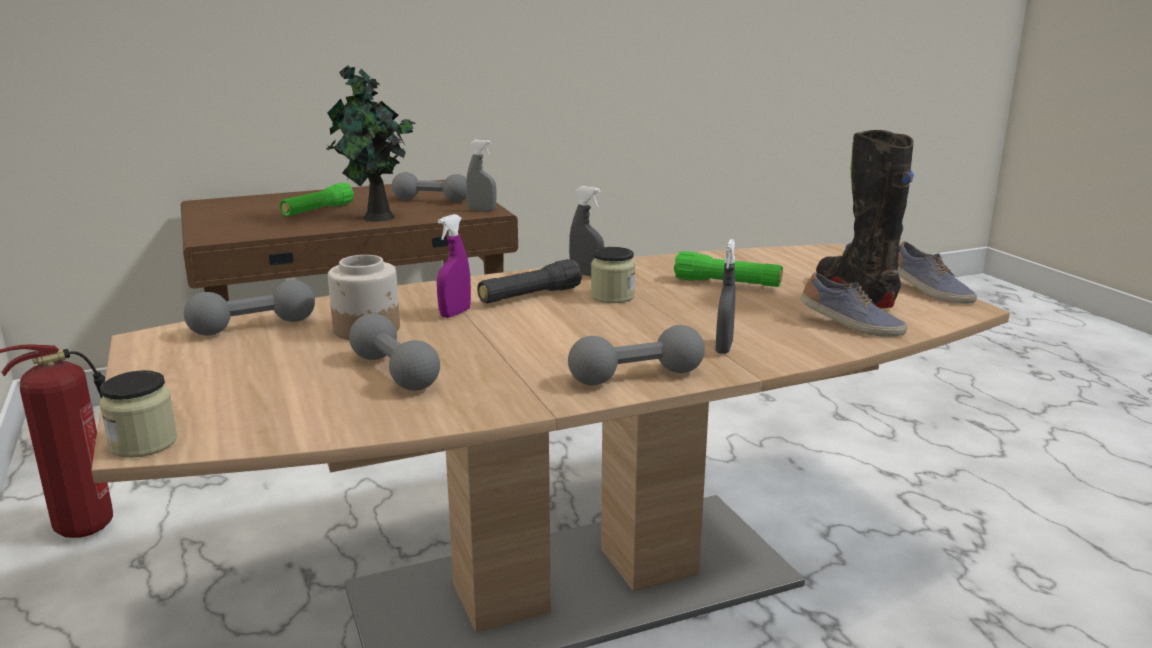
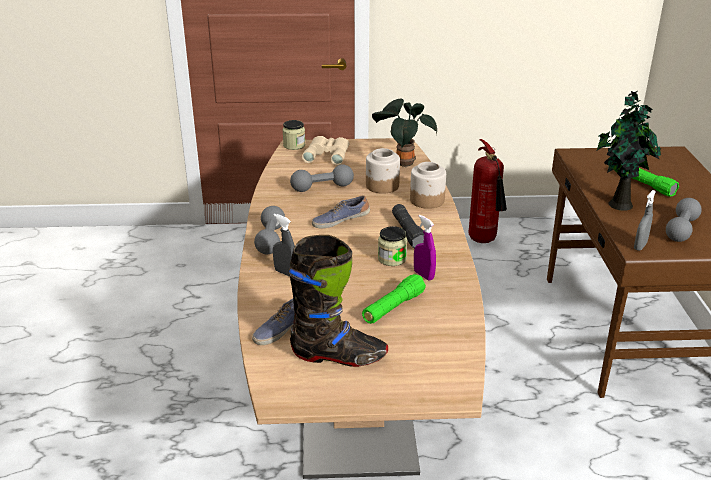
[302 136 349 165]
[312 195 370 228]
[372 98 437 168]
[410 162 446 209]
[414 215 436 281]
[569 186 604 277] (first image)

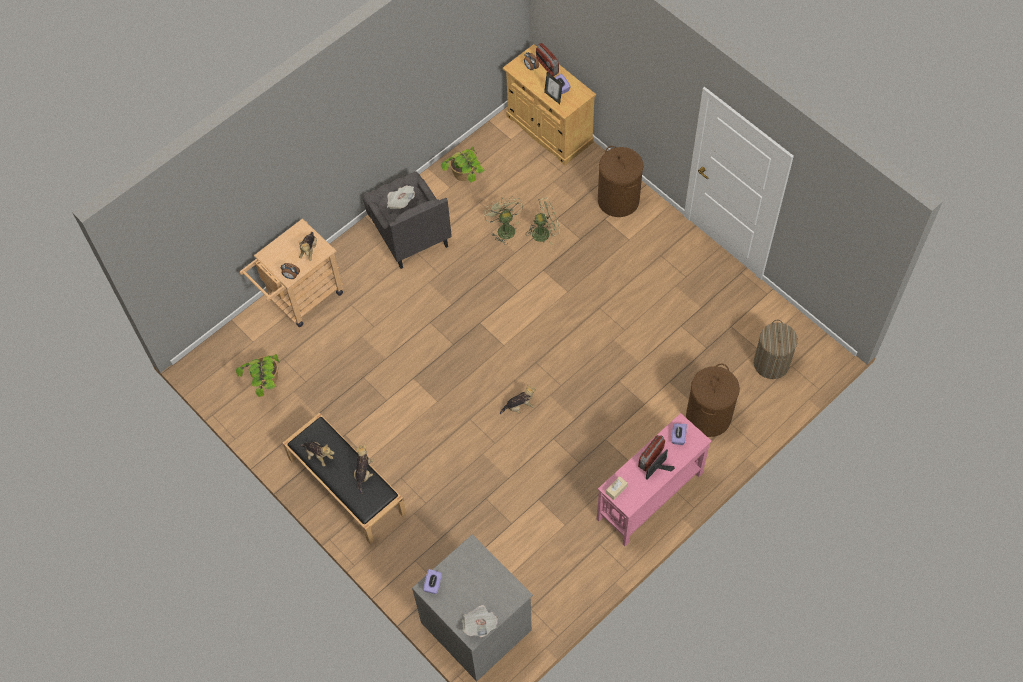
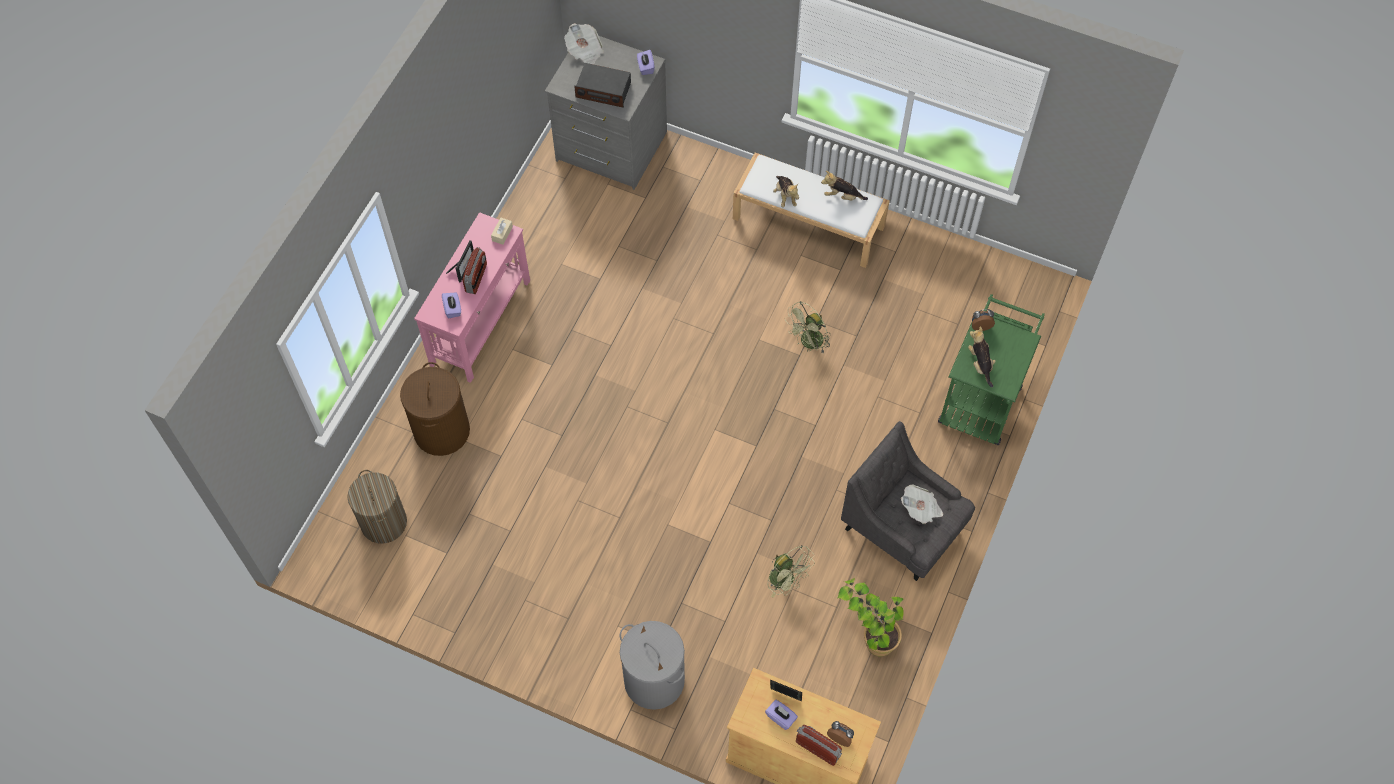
[574 63 631 108]
[620 621 685 710]
[733 152 890 268]
[785 301 830 354]
[938 294 1045 445]
[236 354 280 397] (first image)
[500 385 536 414] (first image)

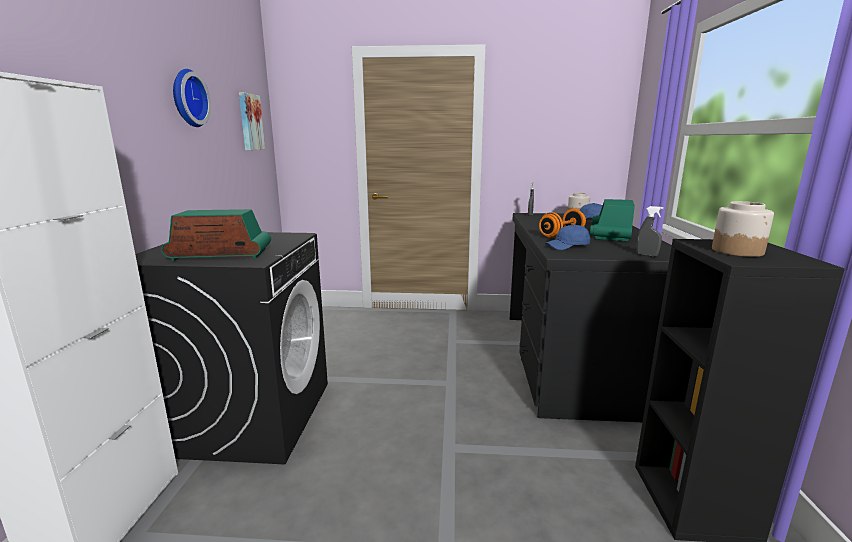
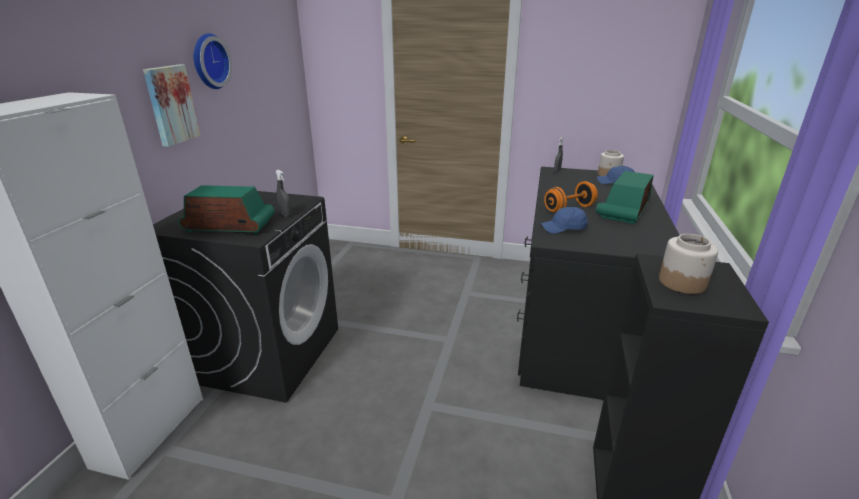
[143 65 200 147]
[275 170 291 217]

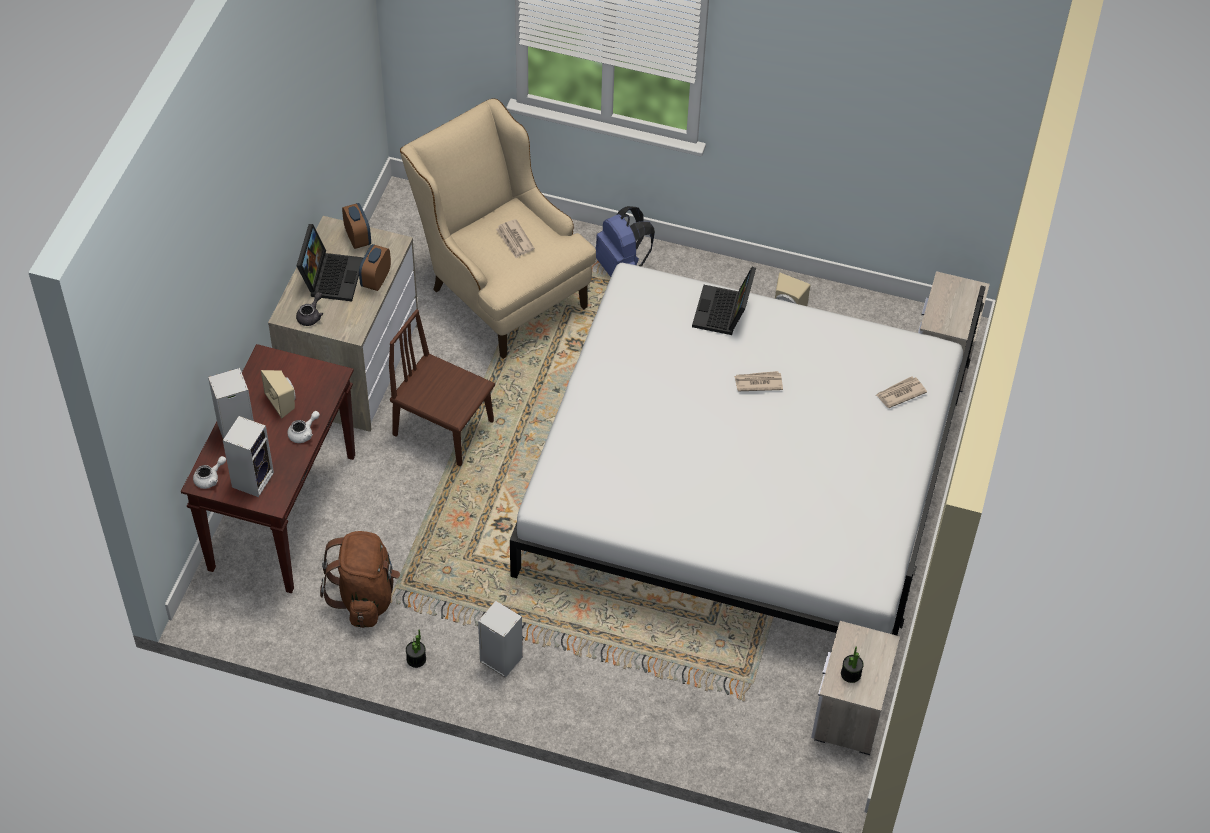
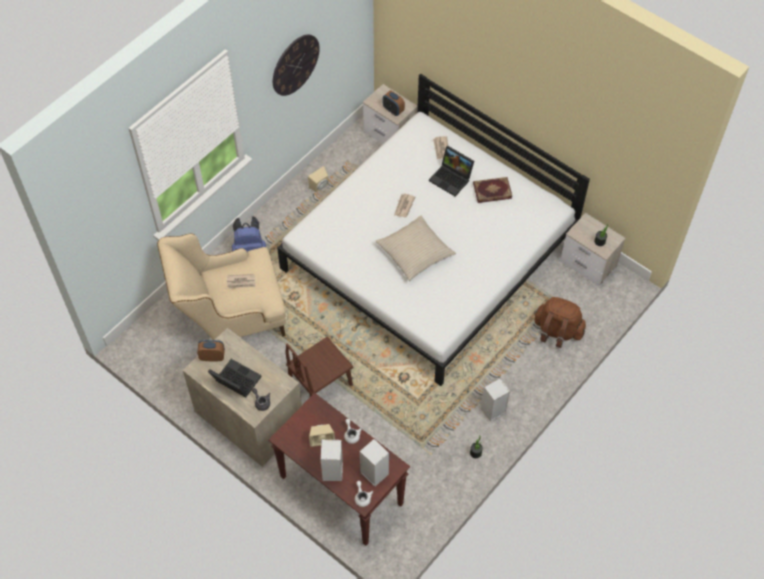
[273 35 320 96]
[376 215 456 281]
[383 91 405 116]
[429 146 474 196]
[473 177 512 203]
[534 297 586 348]

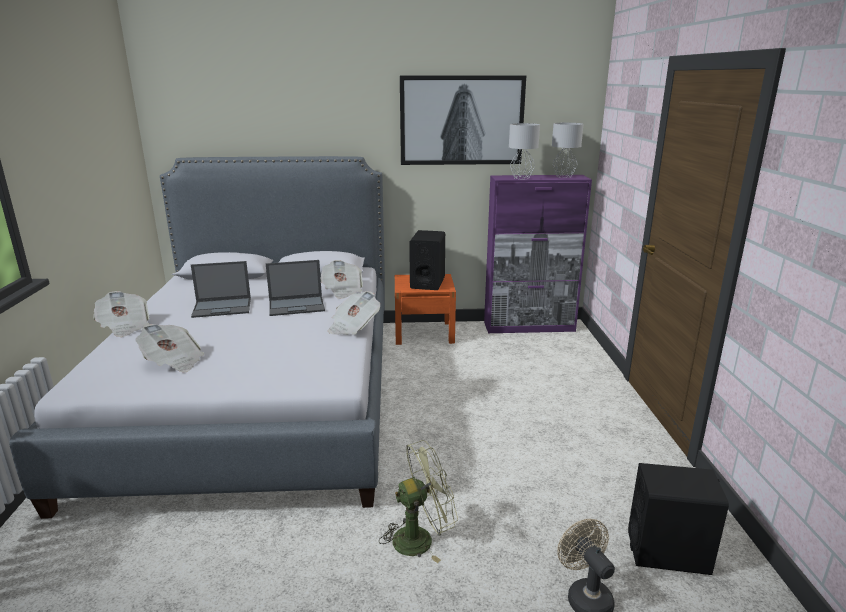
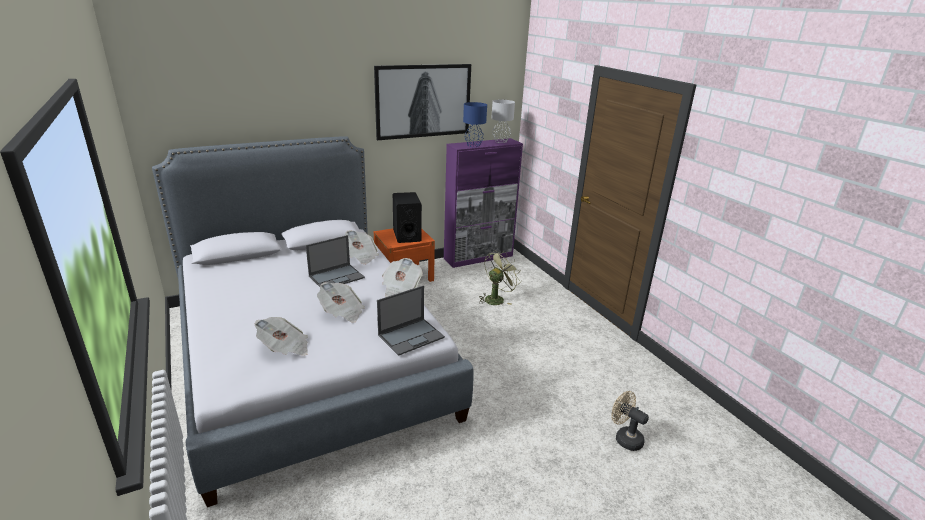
[317 282 365 323]
[377 285 445 356]
[463 102 487 147]
[479 251 521 305]
[628 463 729 575] (first image)

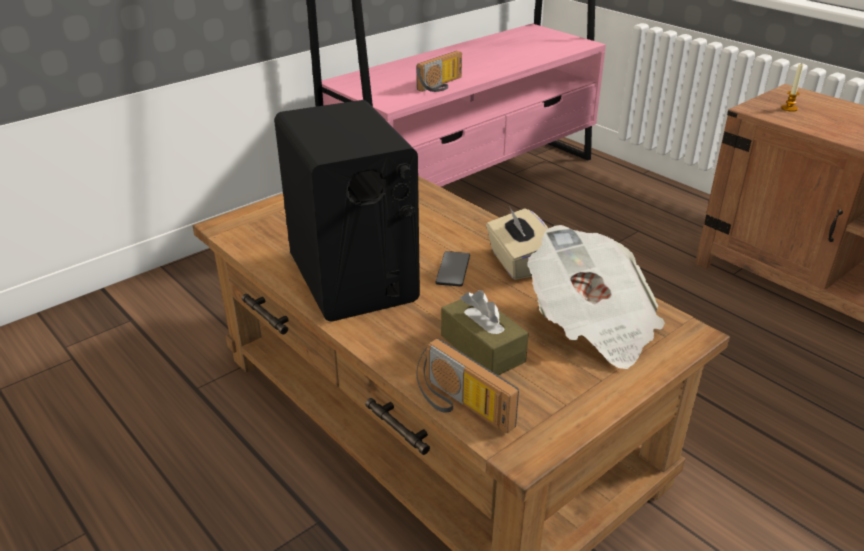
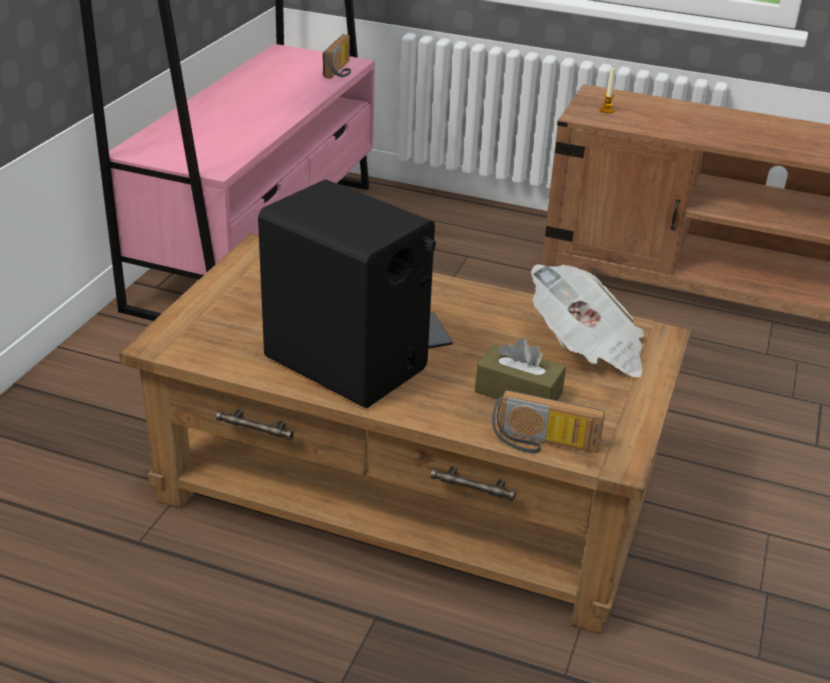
[323 34 351 79]
[486 206 548 280] (first image)

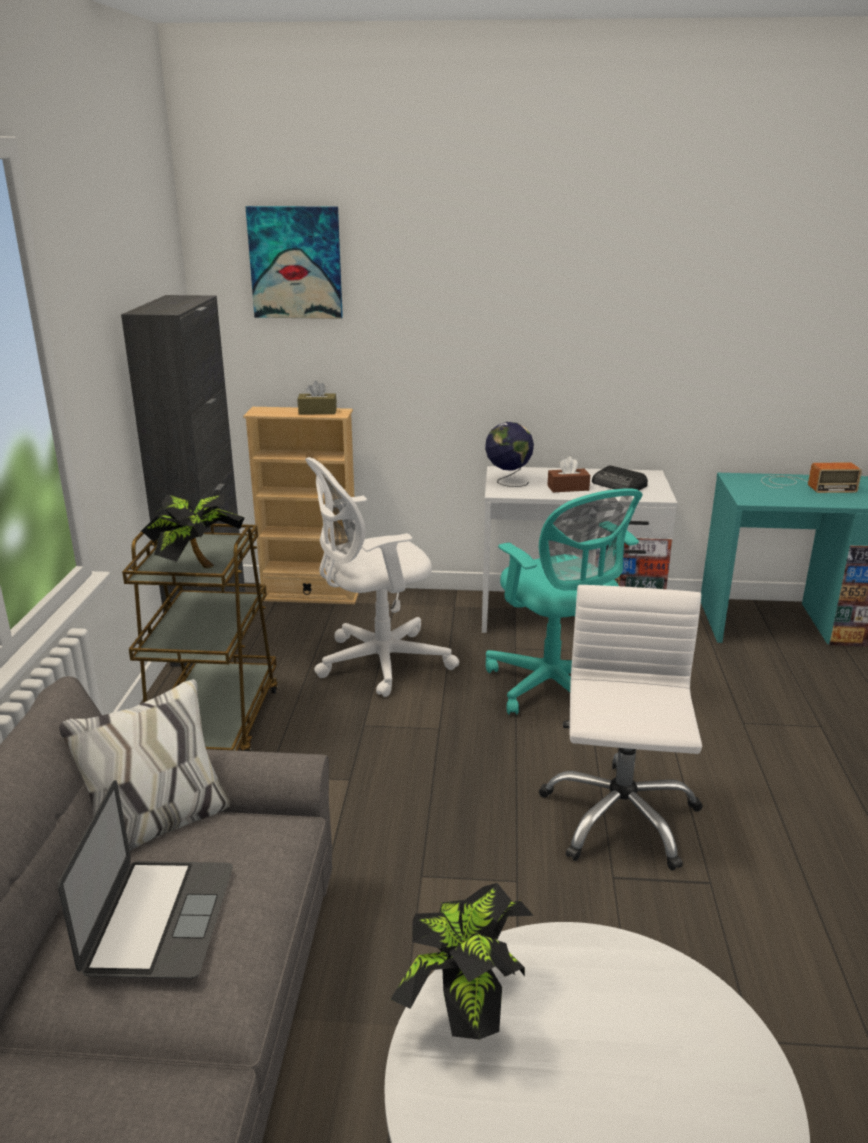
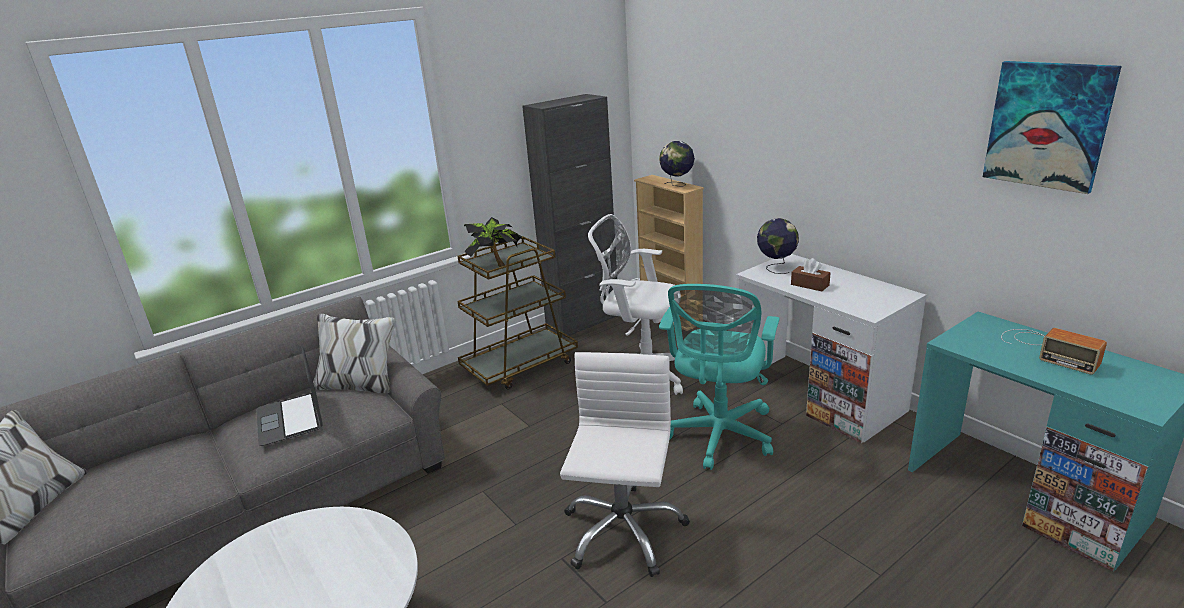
[256 346 323 446]
[560 352 690 577]
[659 141 695 187]
[983 61 1122 194]
[390 883 534 1040] (first image)
[592 466 648 490] (first image)

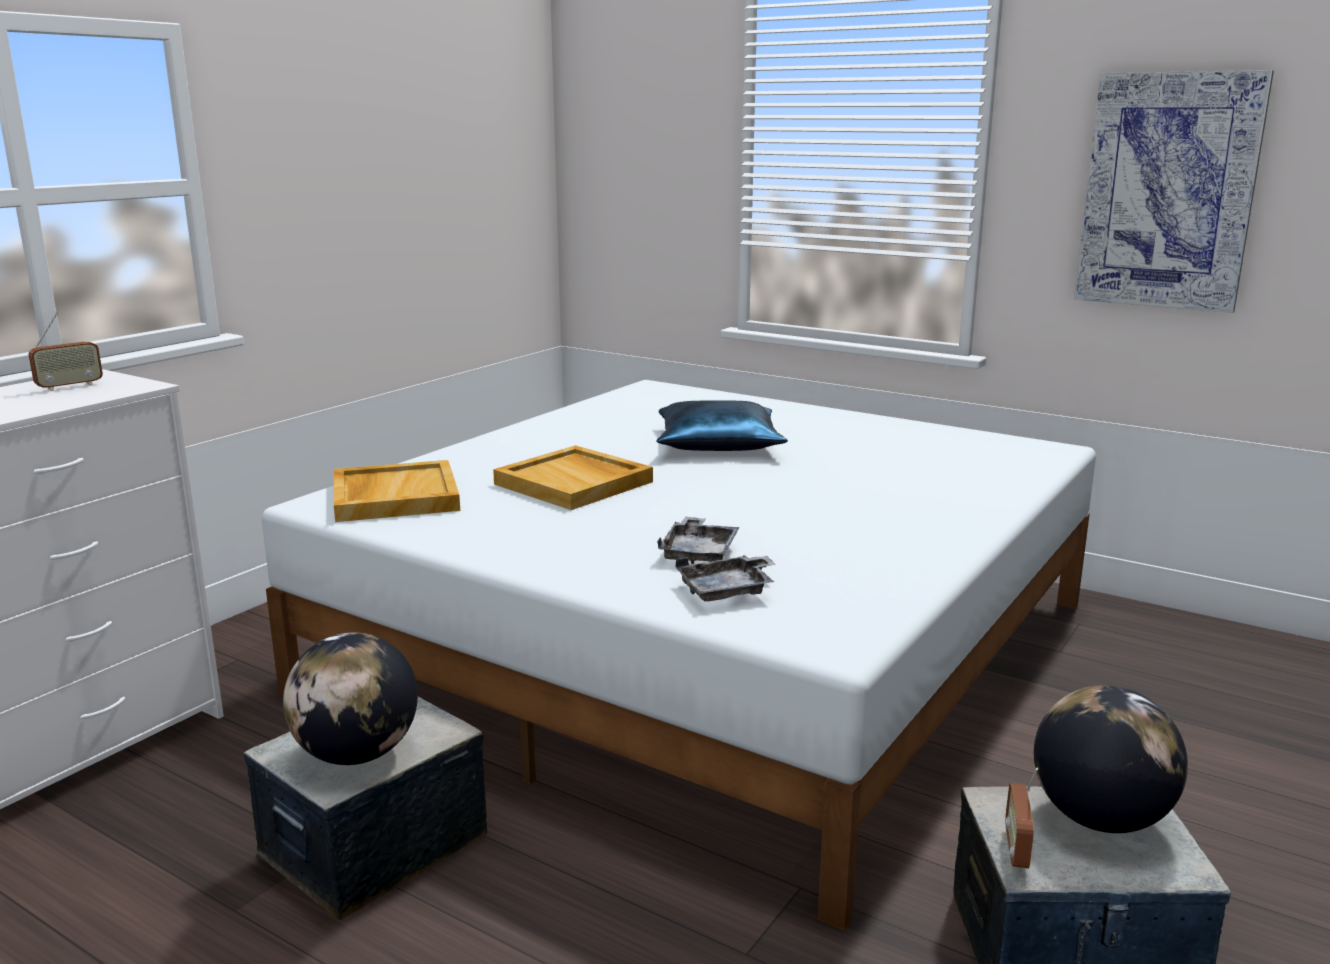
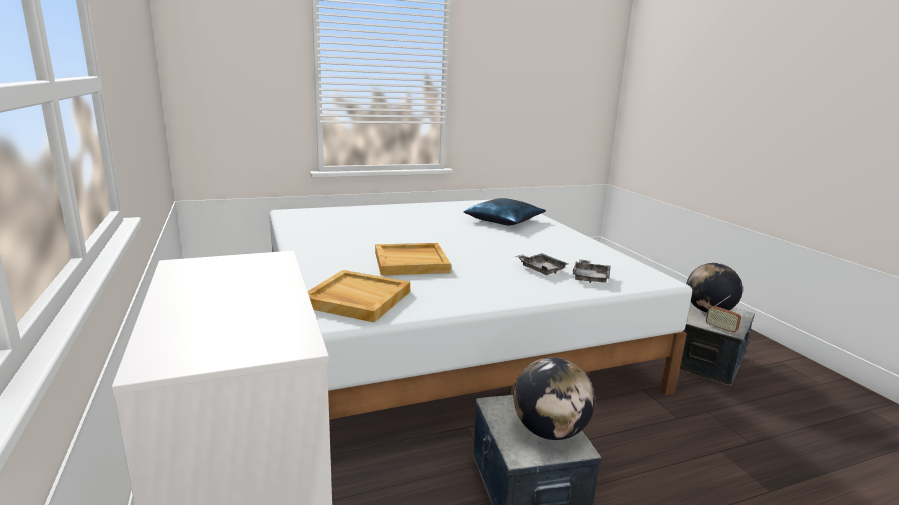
[463 198 546 225]
[28 312 103 391] (first image)
[1074 70 1274 313] (first image)

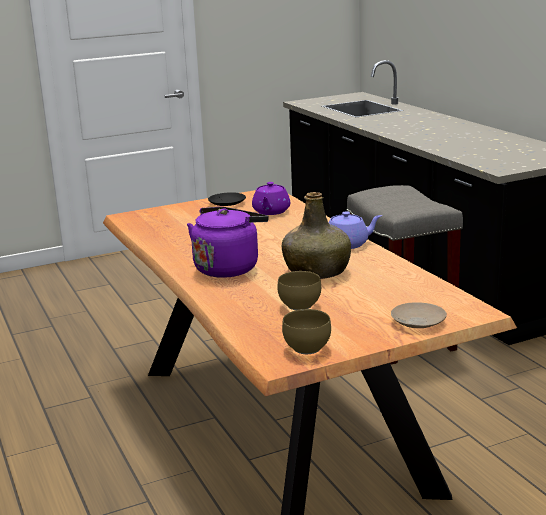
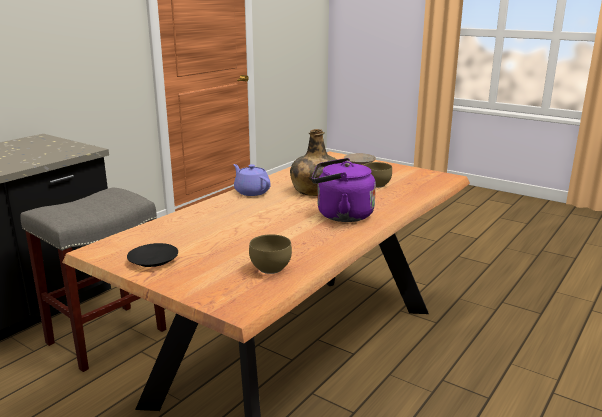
[249 234 292 274]
[252 182 290 215] (first image)

